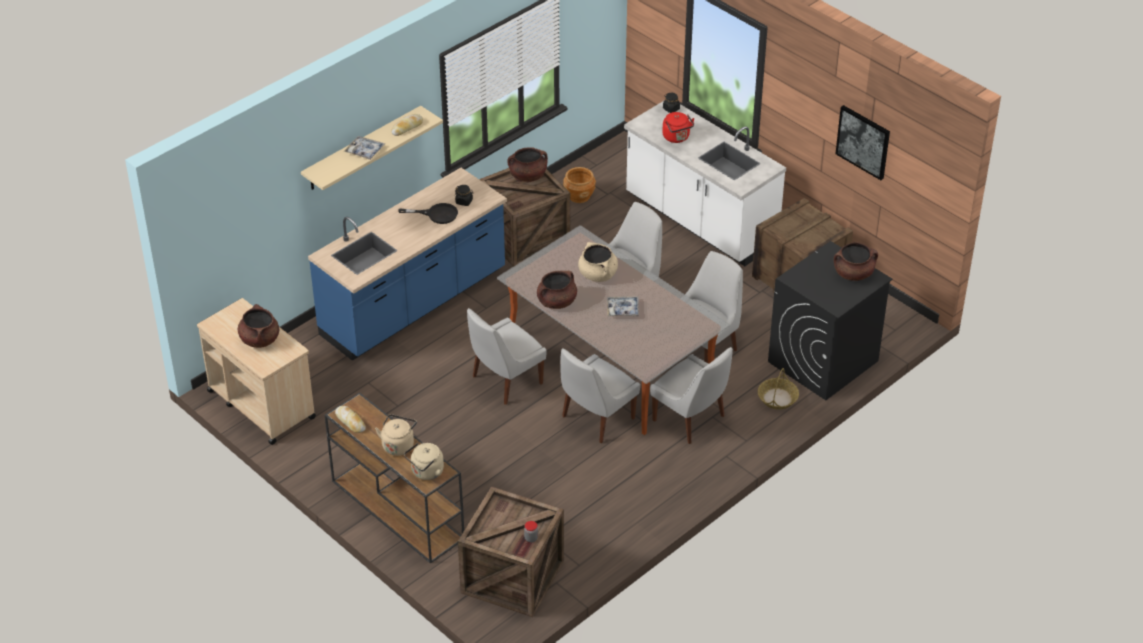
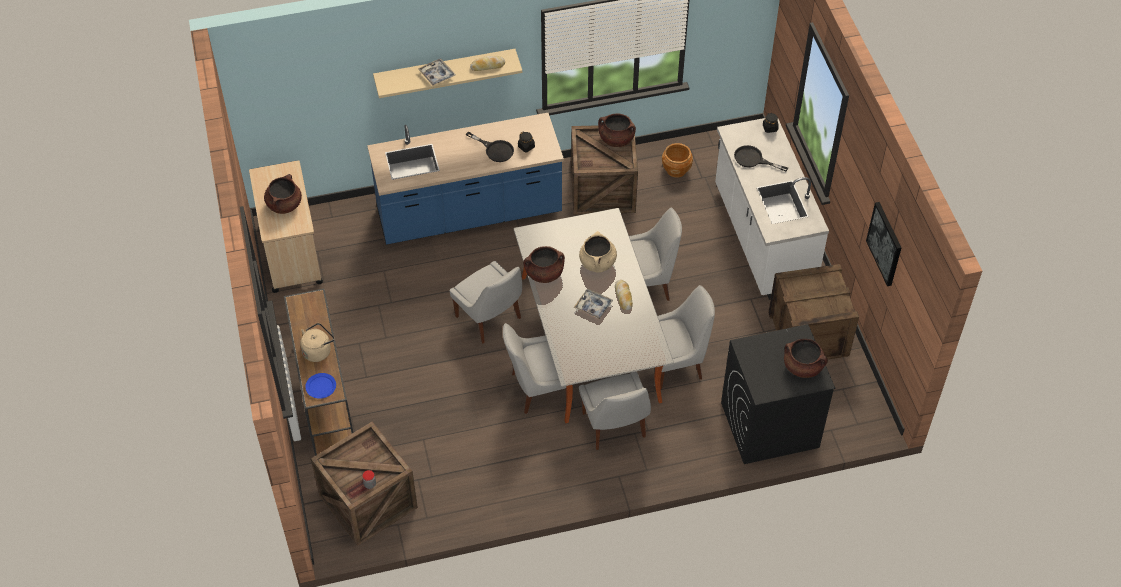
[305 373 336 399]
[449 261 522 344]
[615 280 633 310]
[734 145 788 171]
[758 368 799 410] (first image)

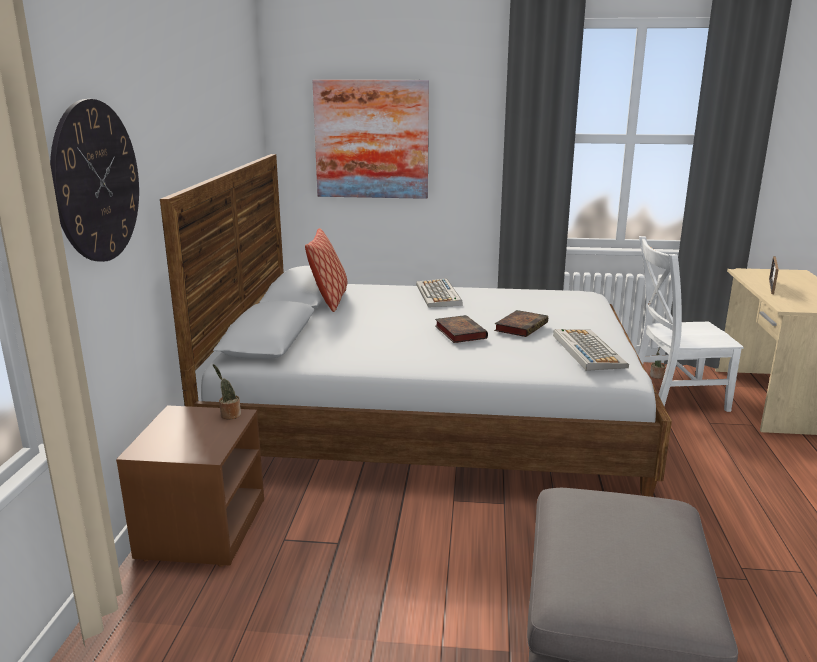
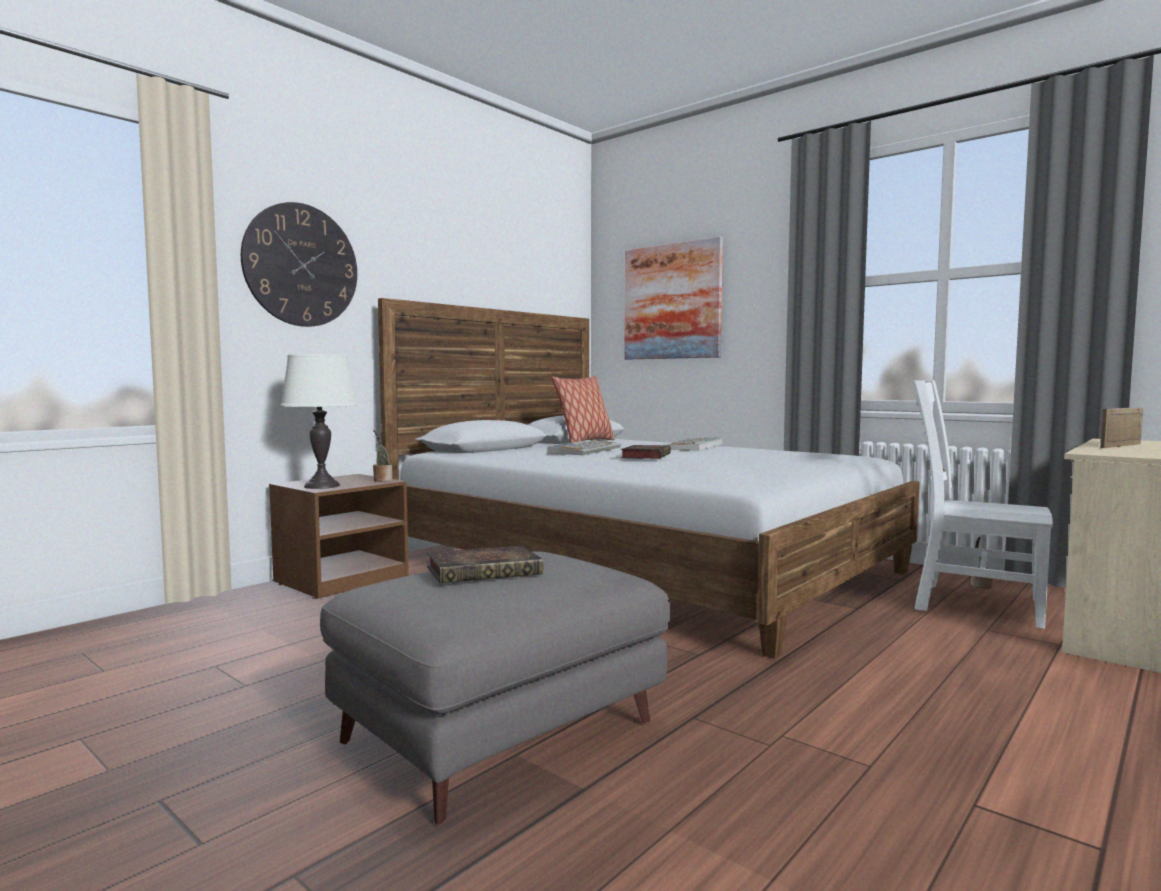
[280 354 357 489]
[427 545 543 583]
[547 439 621 455]

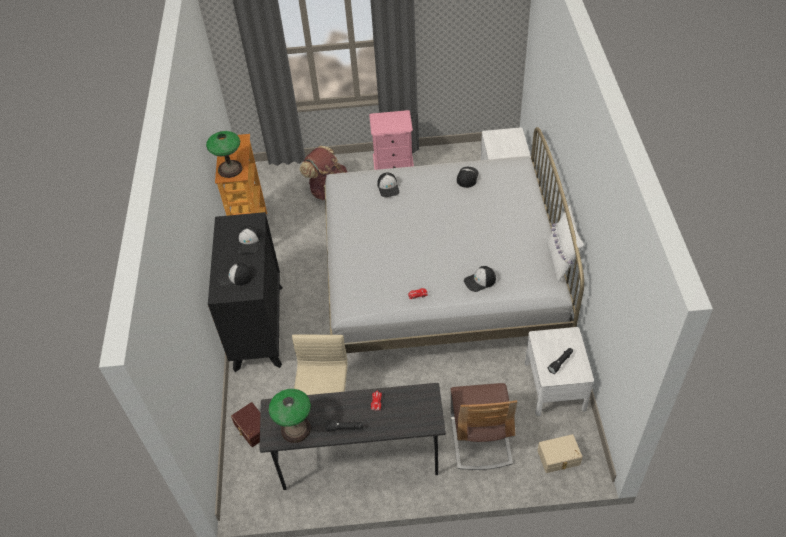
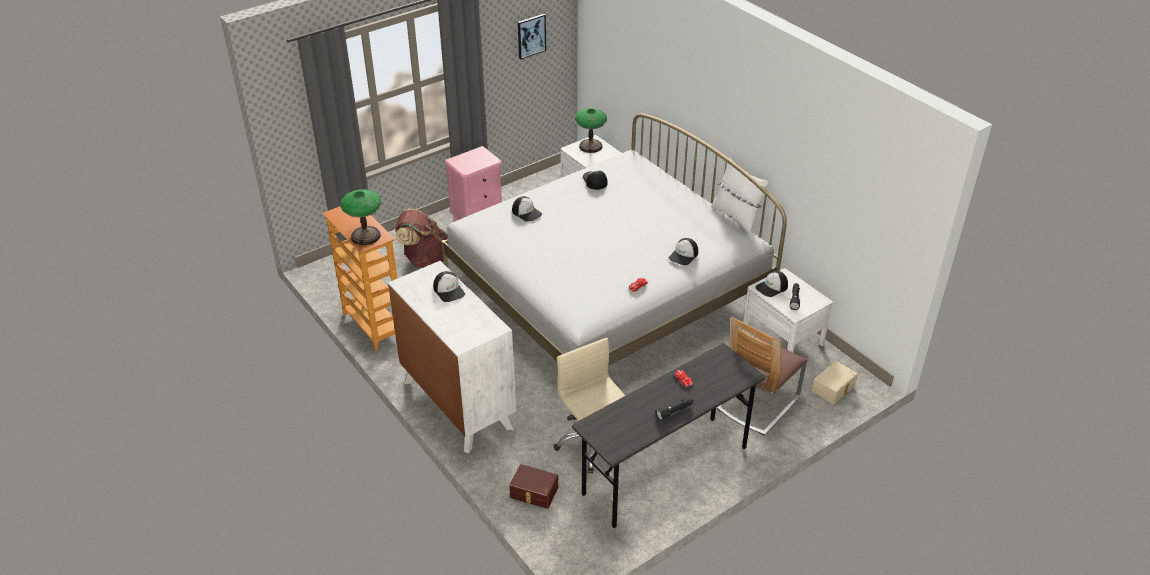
[388 261 516 453]
[518 14 546 59]
[575 108 607 153]
[716 317 807 435]
[755 271 788 297]

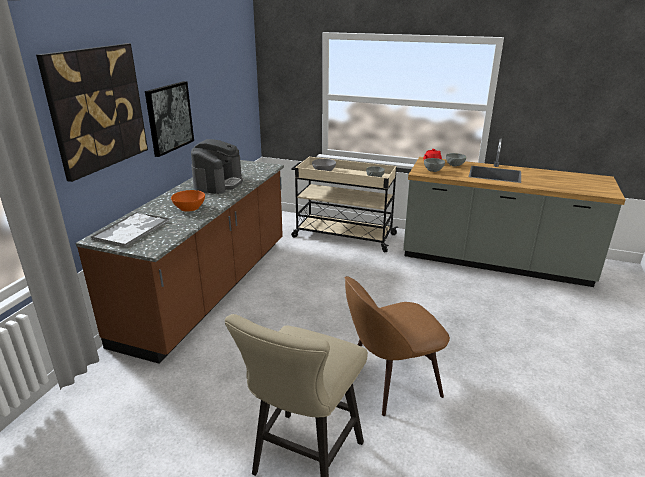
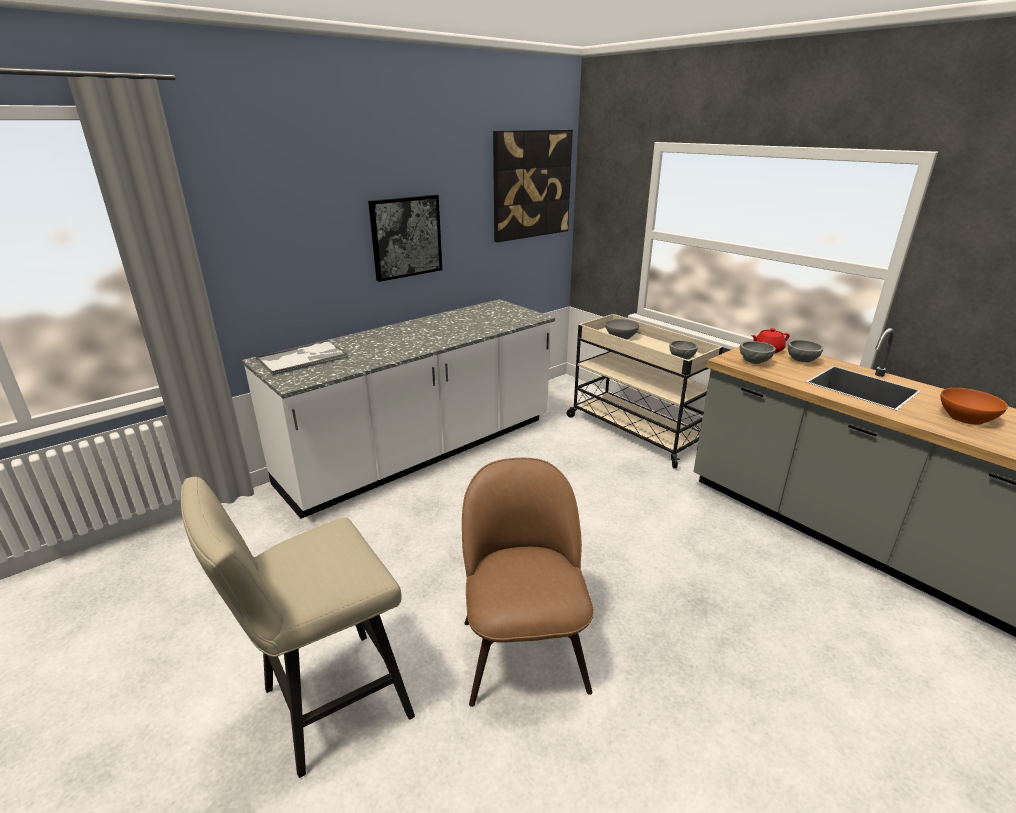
[242 299 555 519]
[462 458 594 707]
[493 130 573 242]
[941 388 1008 425]
[191 139 243 194] (first image)

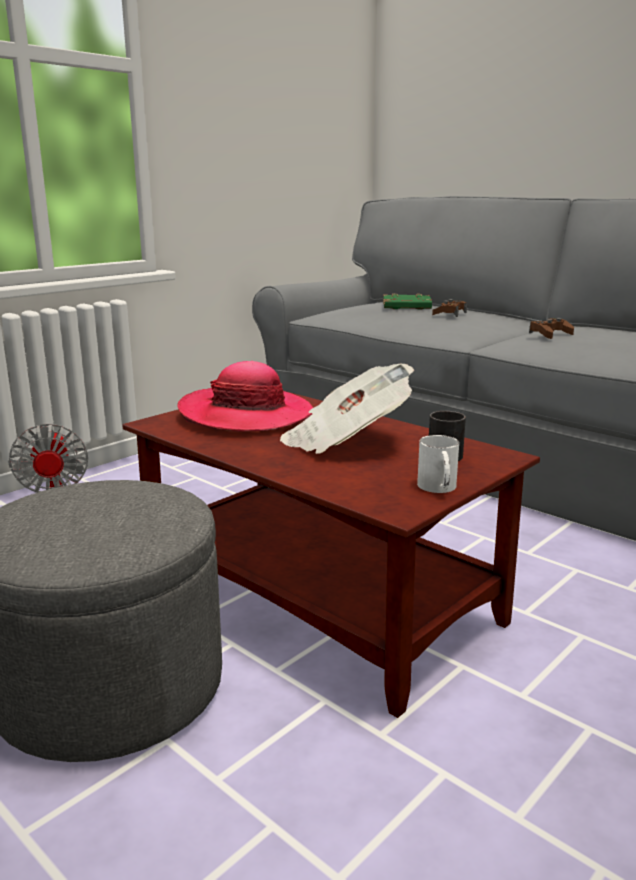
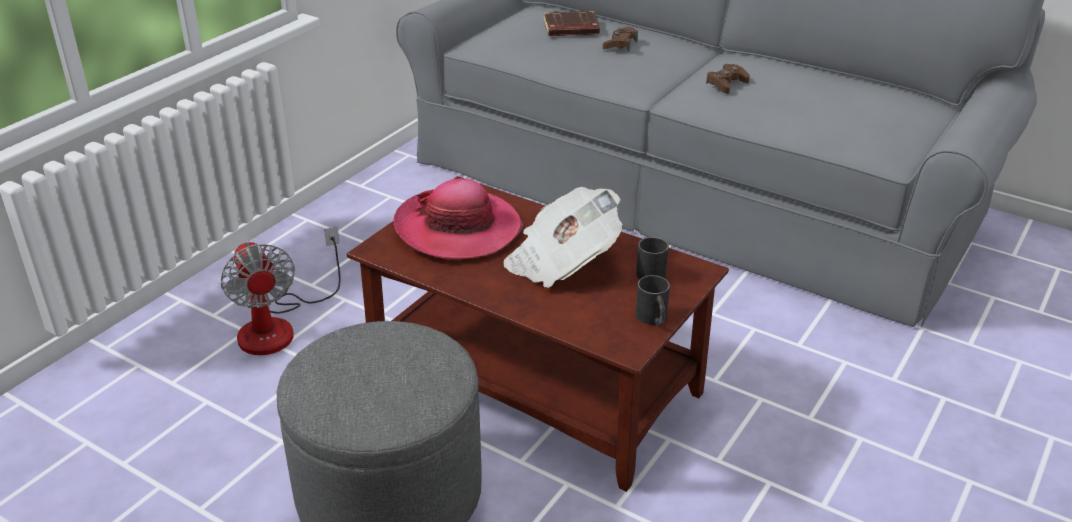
[544 10 600 36]
[636 275 670 326]

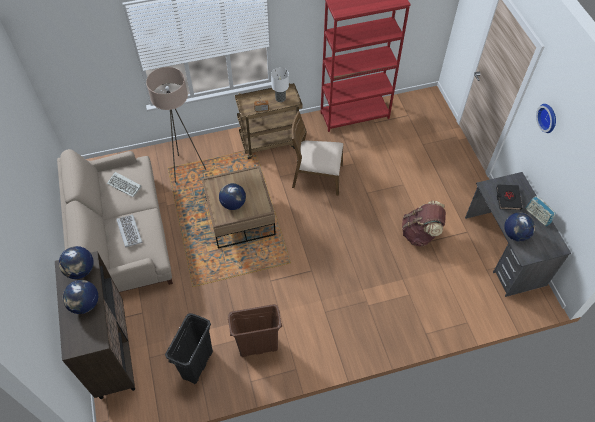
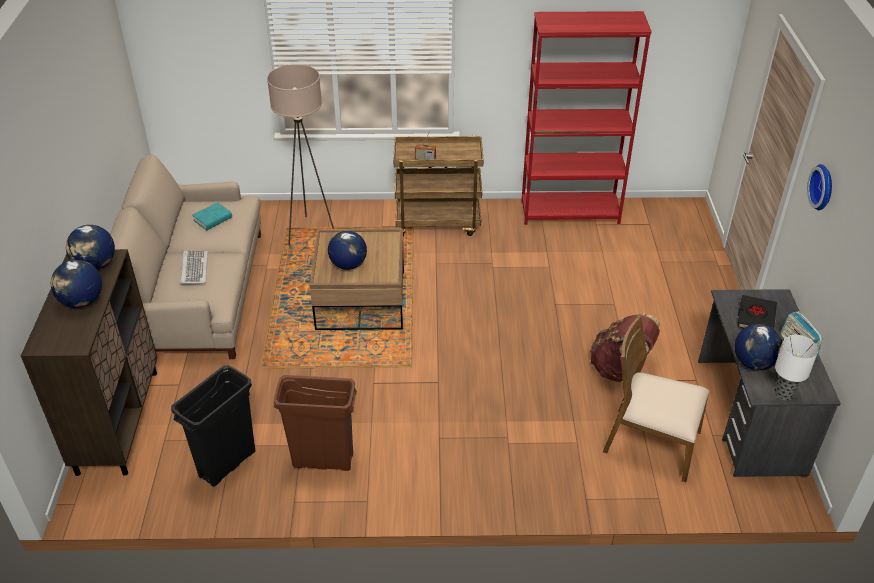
[193 202 232 230]
[603 315 709 482]
[774 335 818 400]

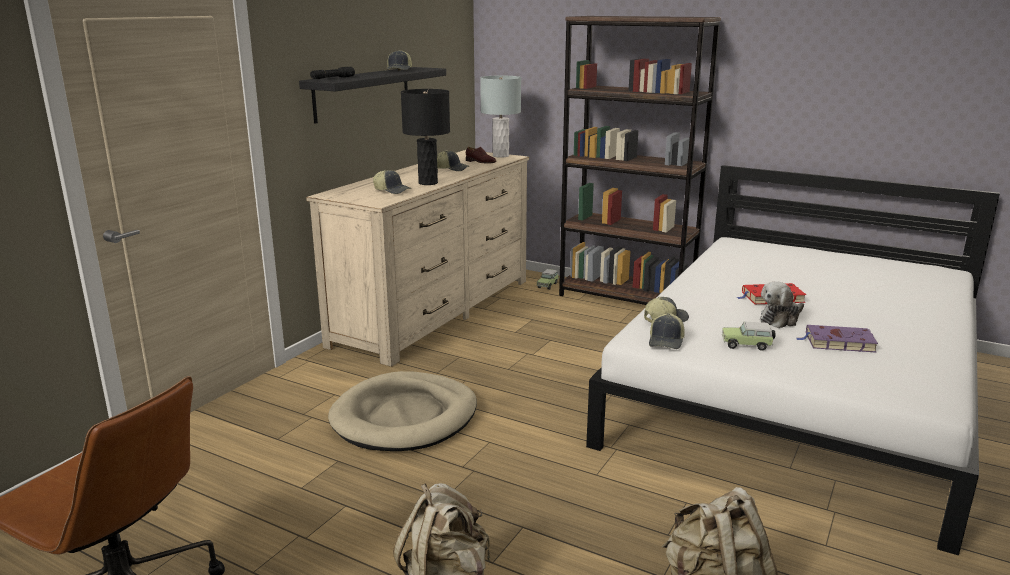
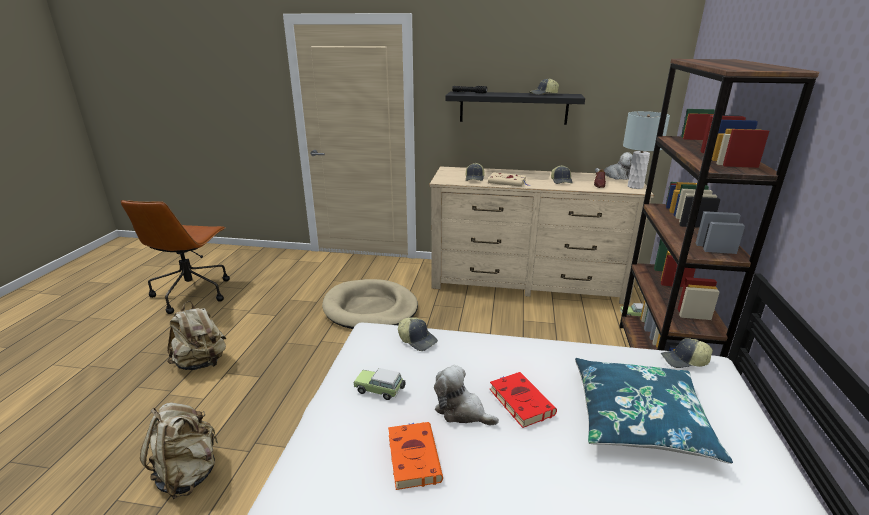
[353 368 406 400]
[388 422 443 490]
[488 172 530 187]
[575 358 733 464]
[595 152 633 180]
[661 338 713 368]

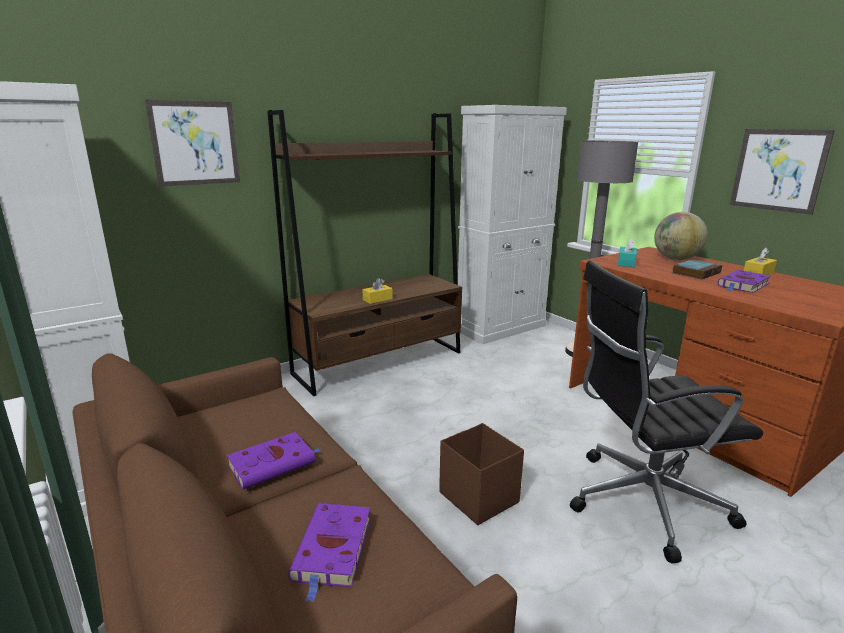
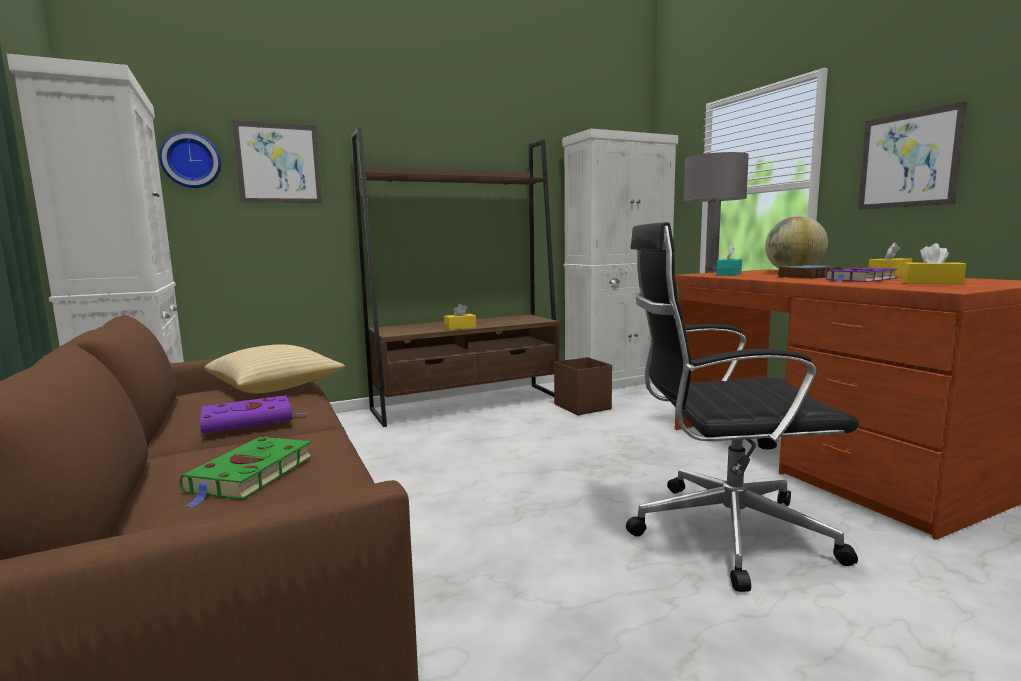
[159 132 221 188]
[180 437 313 508]
[204 344 345 393]
[554 357 612 415]
[902 243 966 284]

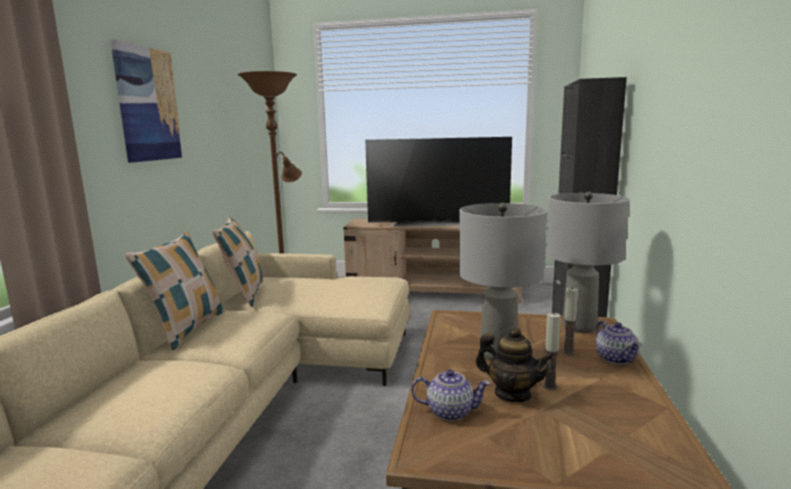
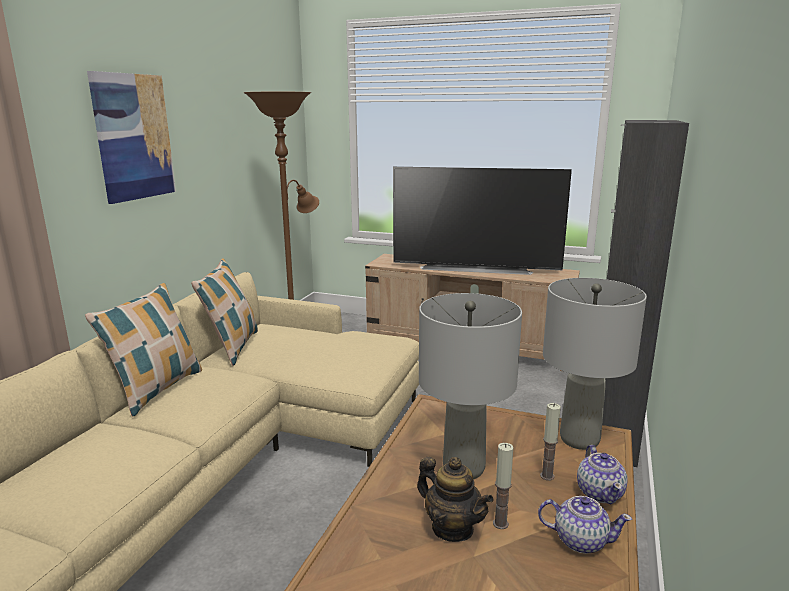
[538 496 632 554]

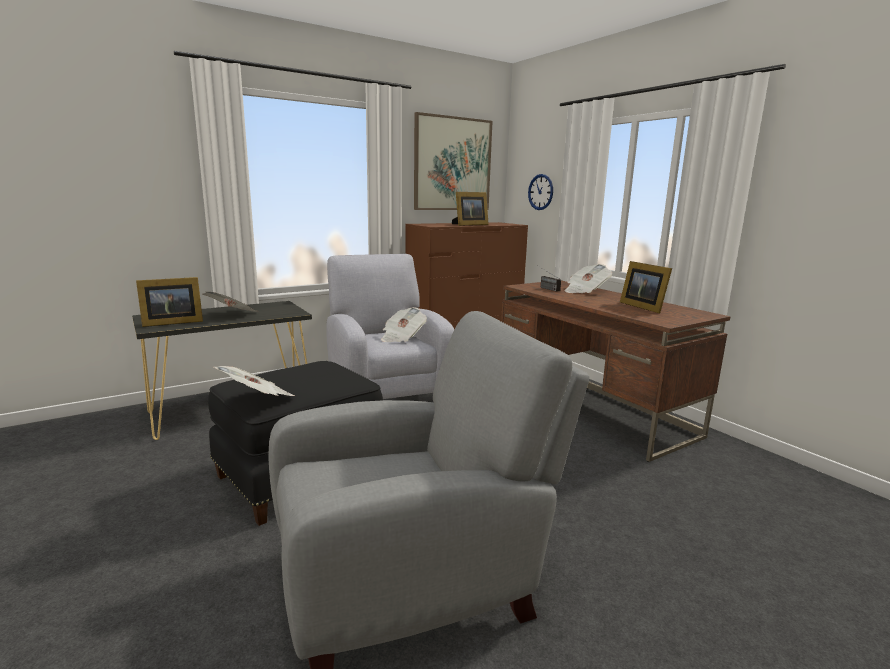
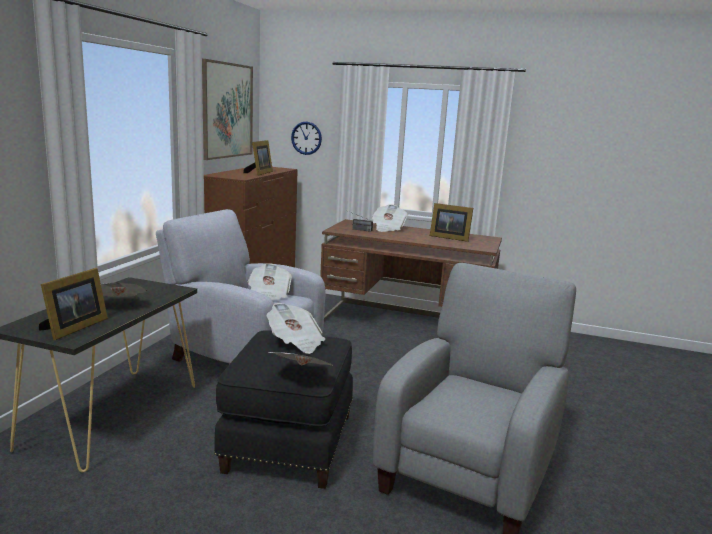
[266 303 325 354]

